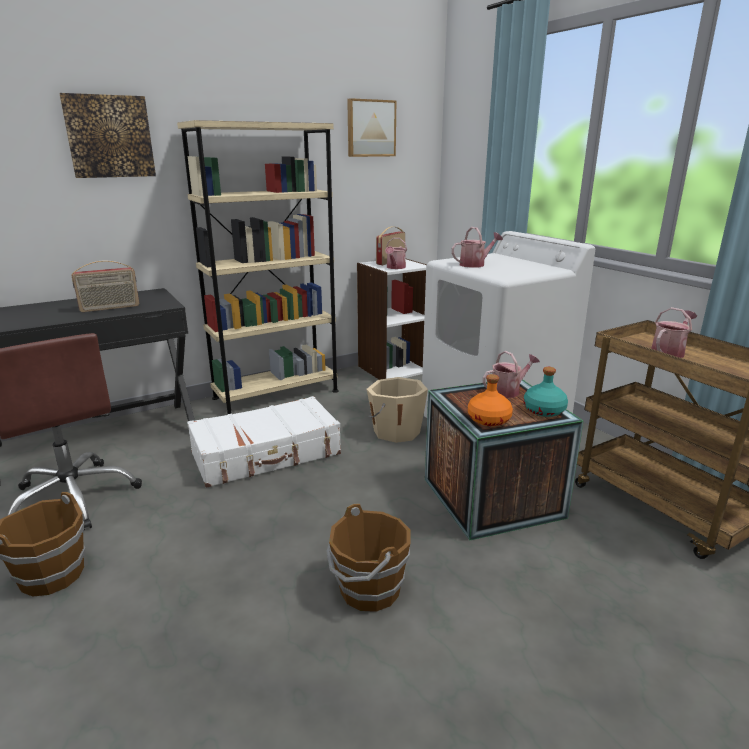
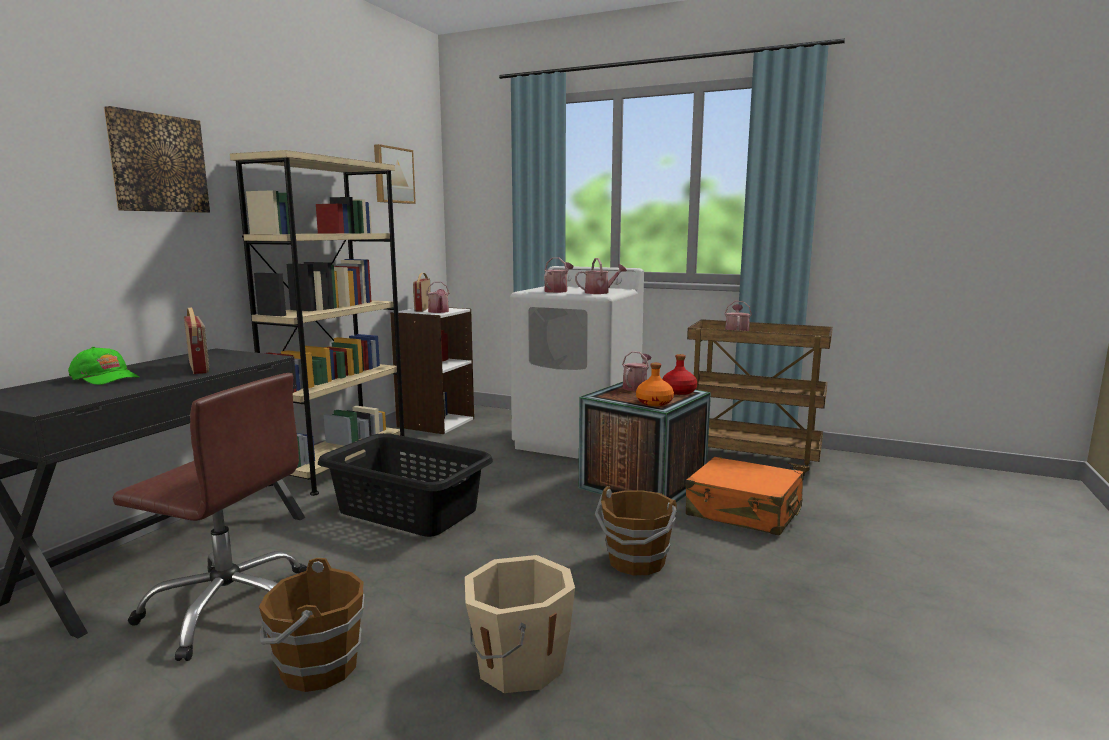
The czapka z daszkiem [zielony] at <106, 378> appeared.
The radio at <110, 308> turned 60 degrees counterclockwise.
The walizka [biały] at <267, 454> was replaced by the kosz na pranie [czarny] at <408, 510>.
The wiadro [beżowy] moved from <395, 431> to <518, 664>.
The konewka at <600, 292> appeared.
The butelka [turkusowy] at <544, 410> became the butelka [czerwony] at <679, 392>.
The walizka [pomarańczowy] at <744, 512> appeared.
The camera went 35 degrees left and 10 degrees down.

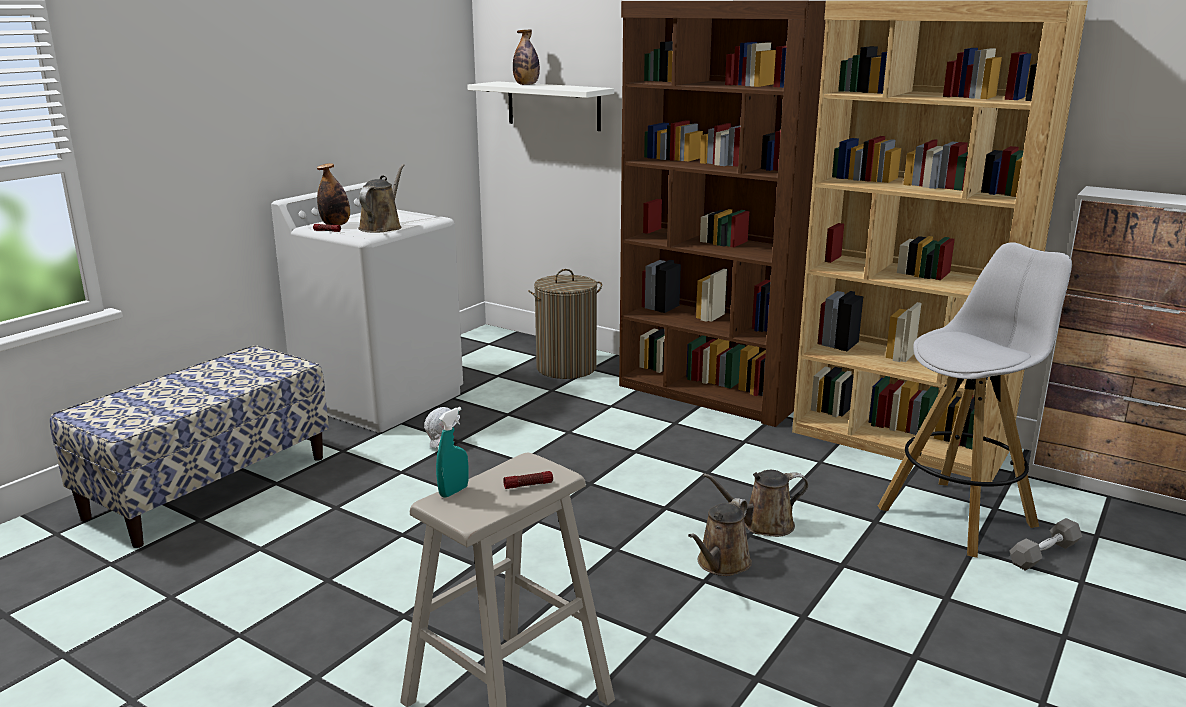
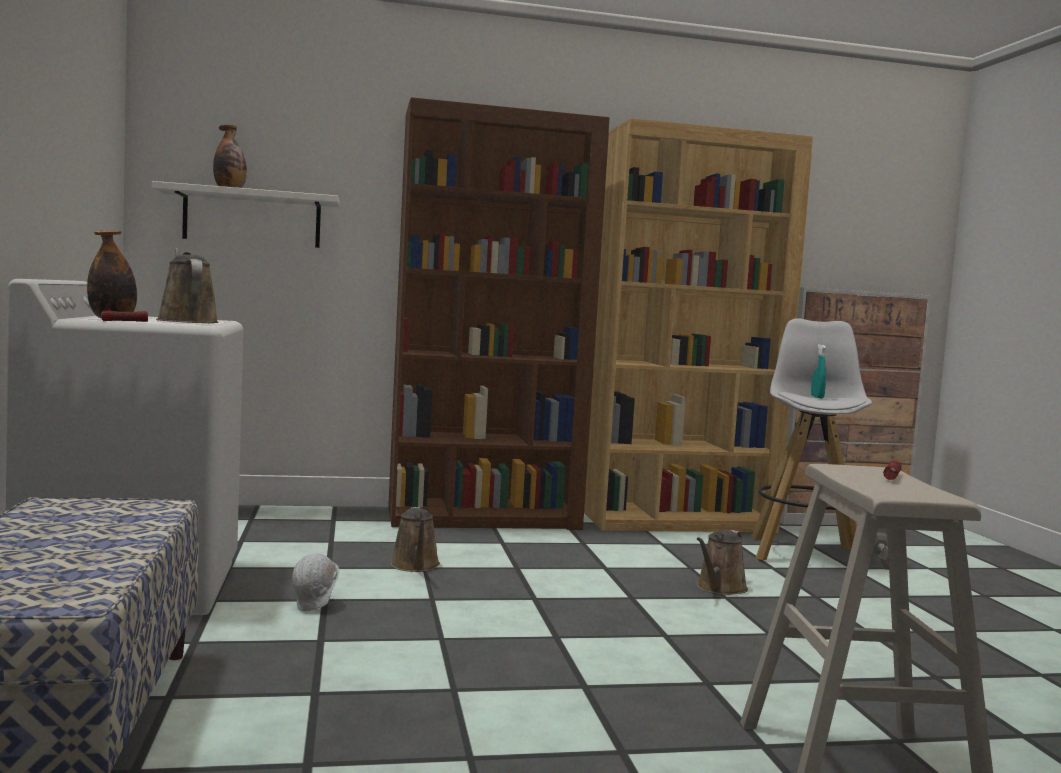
The konewka [brązowy] moved from <721, 564> to <415, 566>.
The spryskiwacz [turkusowy] moved from <454, 491> to <817, 397>.
The kosz na pranie at <566, 368> disappeared.
The camera went 45 degrees left and 15 degrees down.

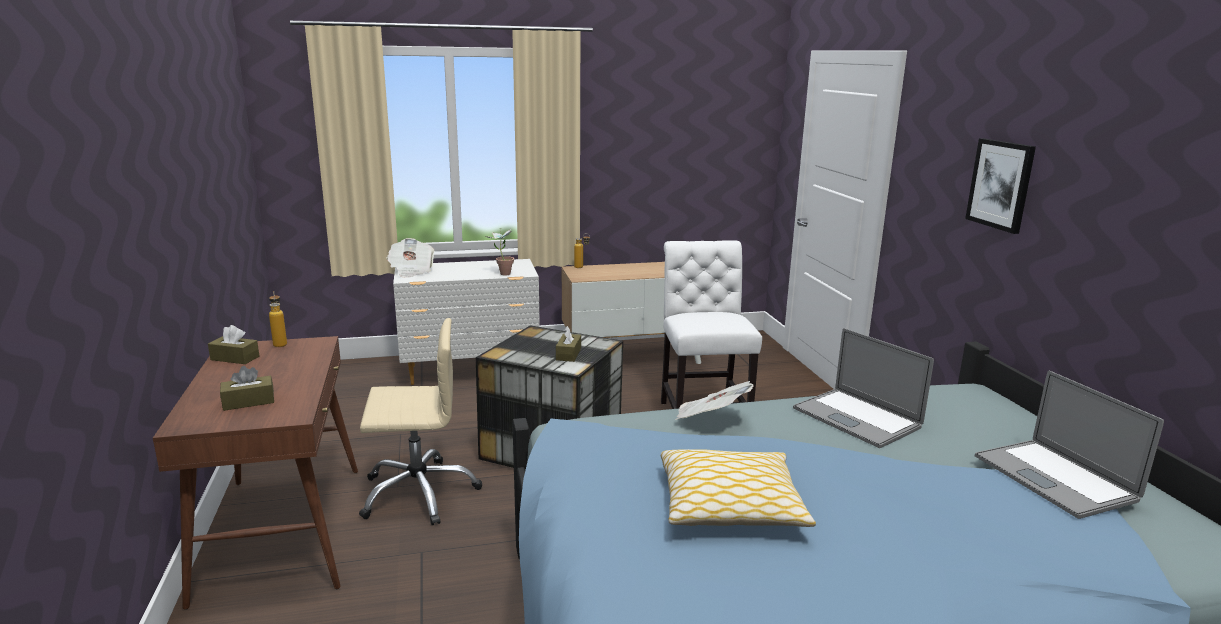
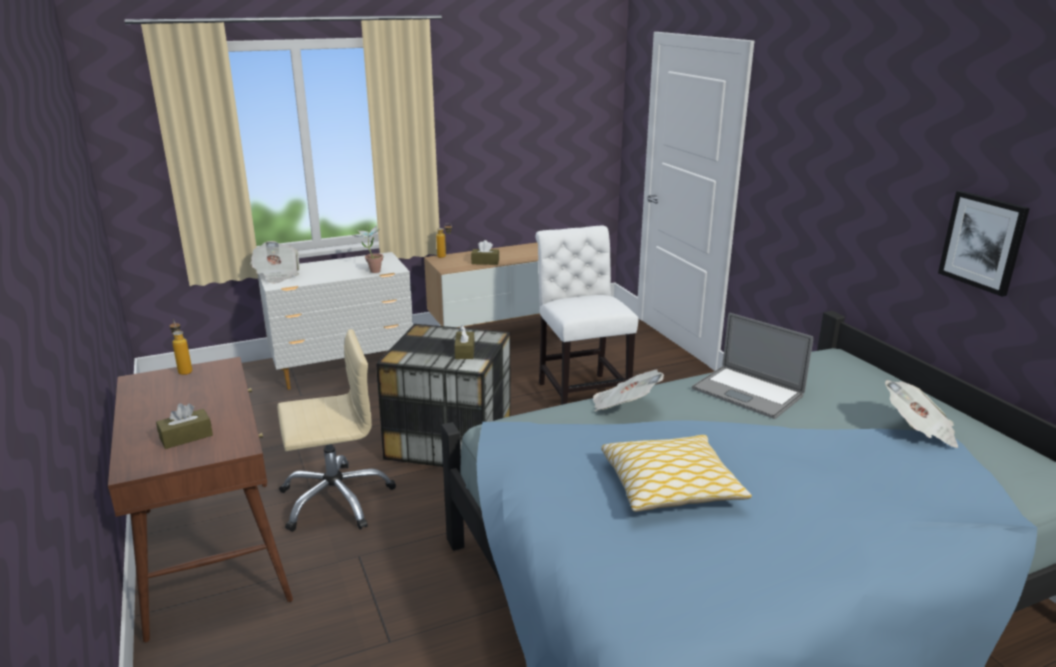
The pudełko chusteczek [brązowy] moved from <235, 358> to <485, 262>.
The laptop at <1054, 478> was replaced by the gazeta at <918, 431>.
The obraz moved from <1001, 184> to <983, 242>.
The camera went 10 degrees left and 5 degrees up.

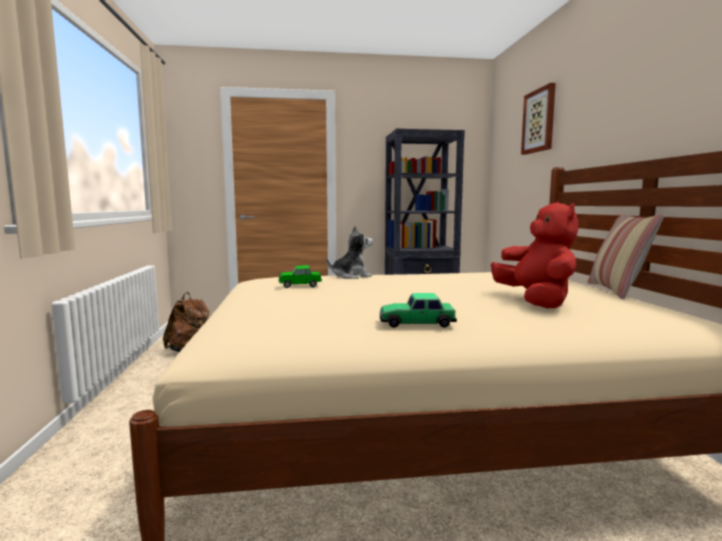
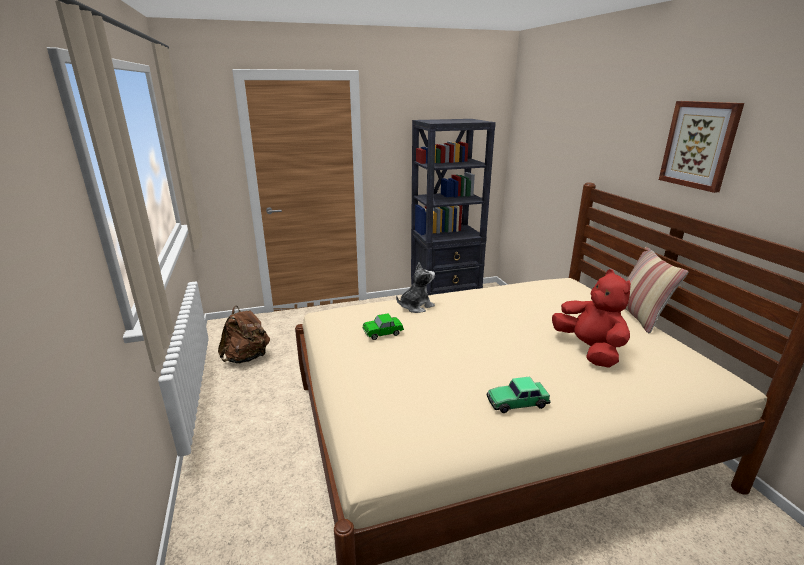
The obraz moved from <539, 121> to <699, 145>.
The camera went 10 degrees left and 15 degrees up.

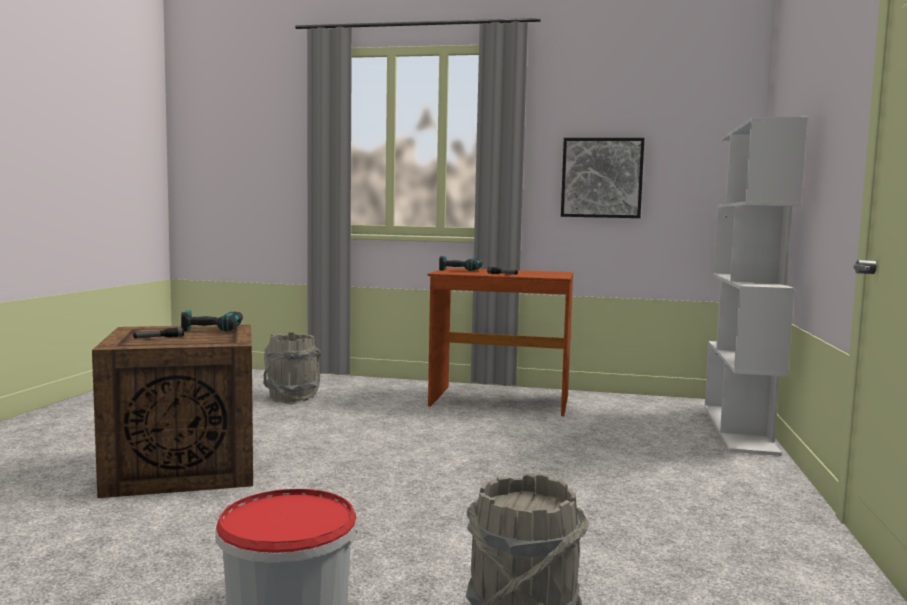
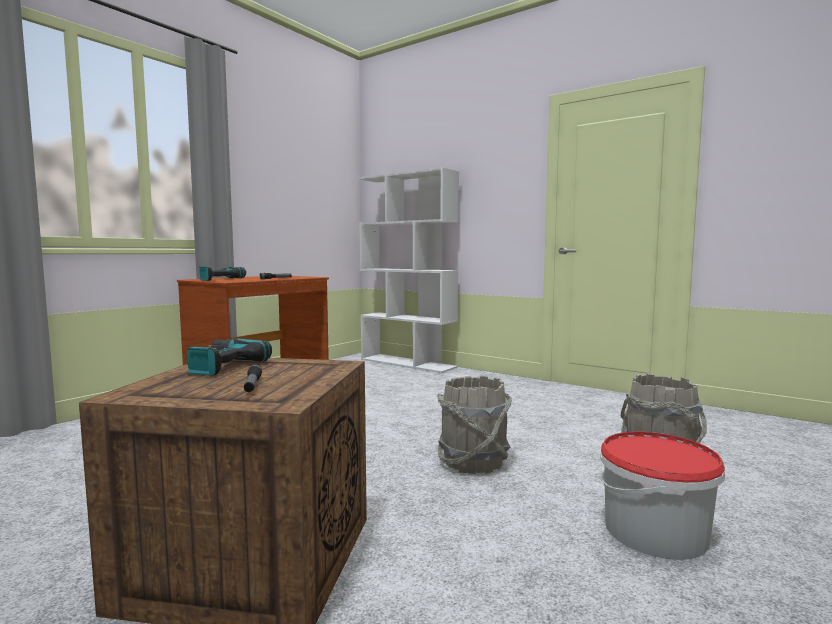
The wiadro [szary] moved from <292, 397> to <473, 462>.
The obraz at <601, 178> disappeared.
The camera went 65 degrees left and 0 degrees up.

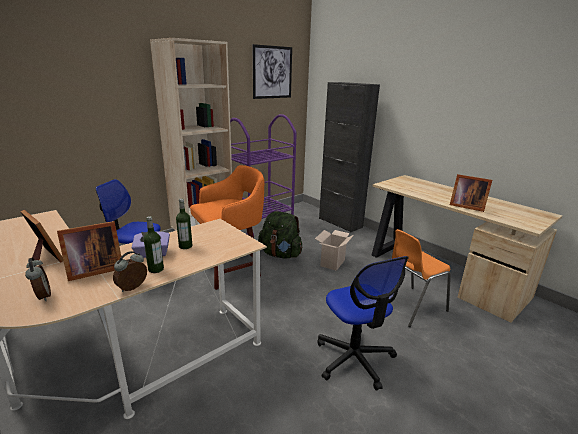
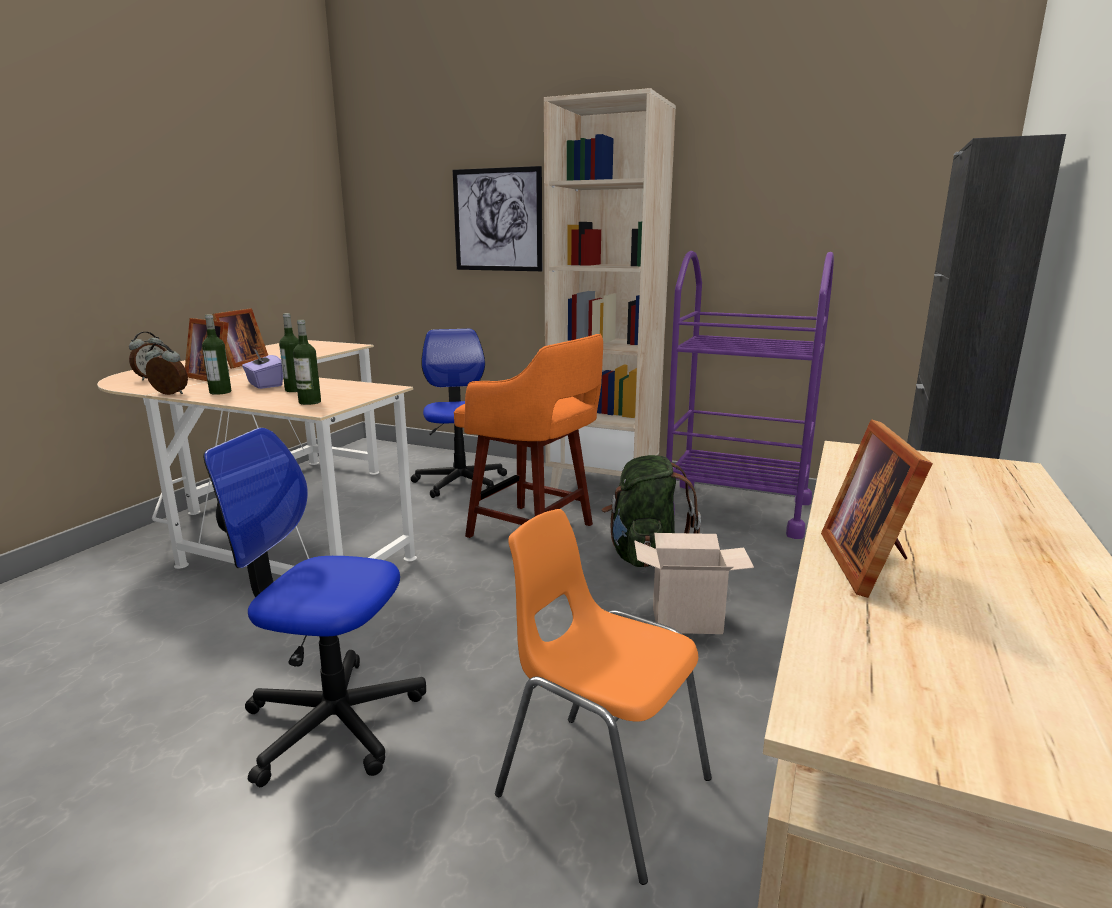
The krzesło biurowe at <354, 359> turned 60 degrees clockwise.
The butelka at <310, 402> appeared.
The obraz moved from <272, 72> to <497, 220>.
The camera went 65 degrees right and 5 degrees down.

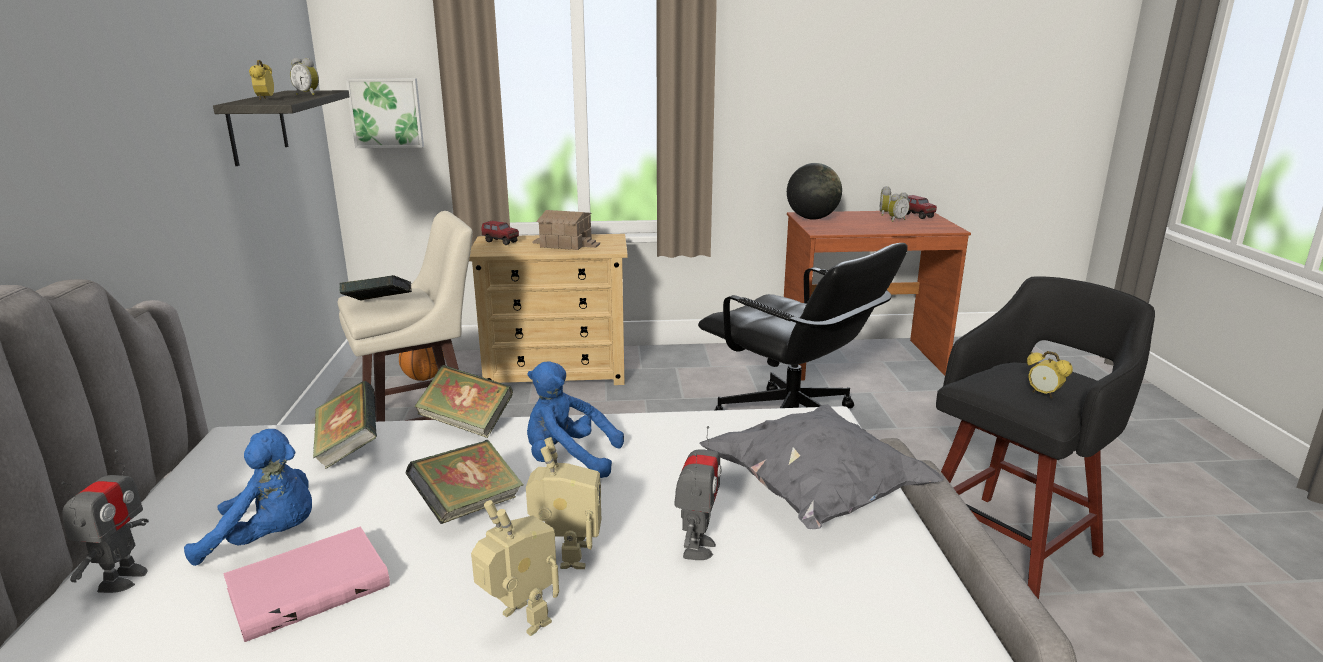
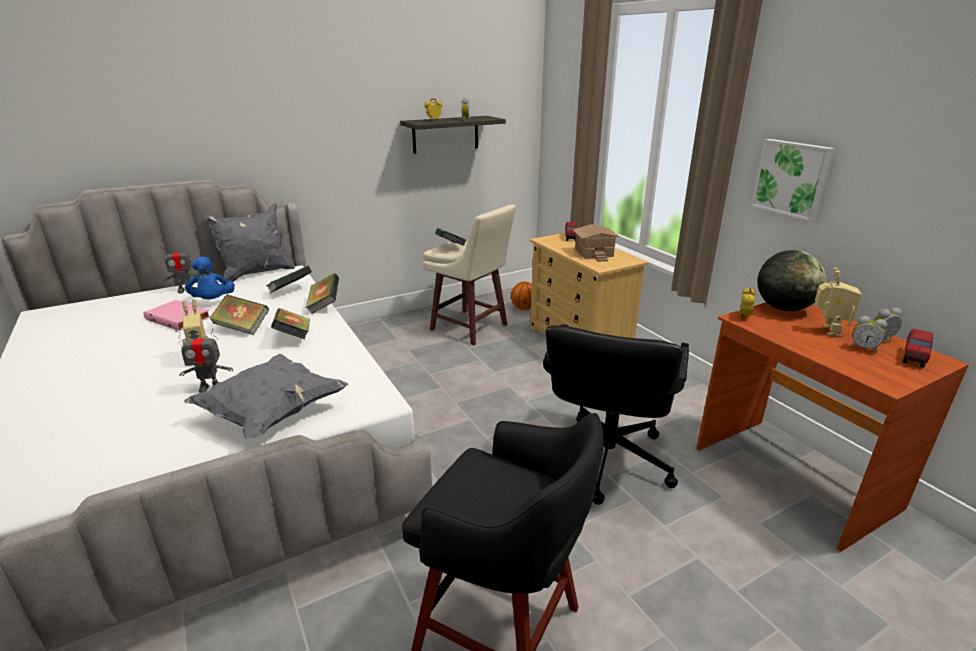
The poduszka [szary] at <257, 273> appeared.
The pluszak [niebieski] at <568, 460> was replaced by the książka at <294, 337>.
The budzik moved from <1043, 394> to <744, 316>.
The obraz moved from <386, 113> to <792, 178>.
The robot zabawkowy moved from <519, 622> to <827, 331>.
The camera went 65 degrees right and 5 degrees up.

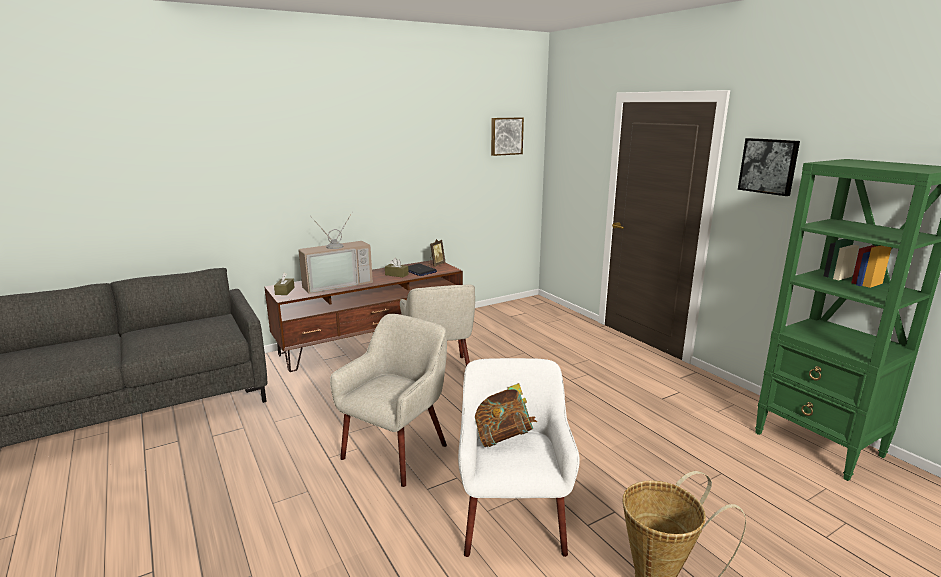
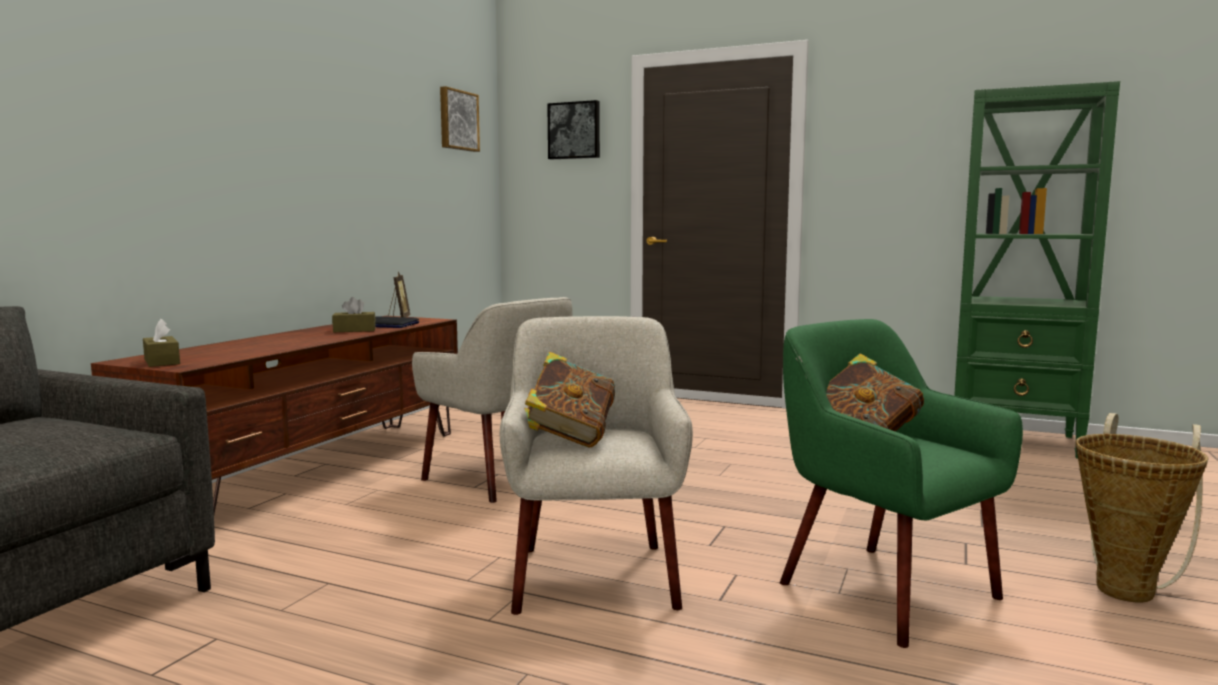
The książka at <569, 438> appeared.
The obraz moved from <769, 166> to <574, 130>.
The fotel [biały] at <512, 520> became the fotel [zielony] at <884, 590>.
The telewizor at <336, 284> disappeared.
The camera went 35 degrees left and 10 degrees down.

